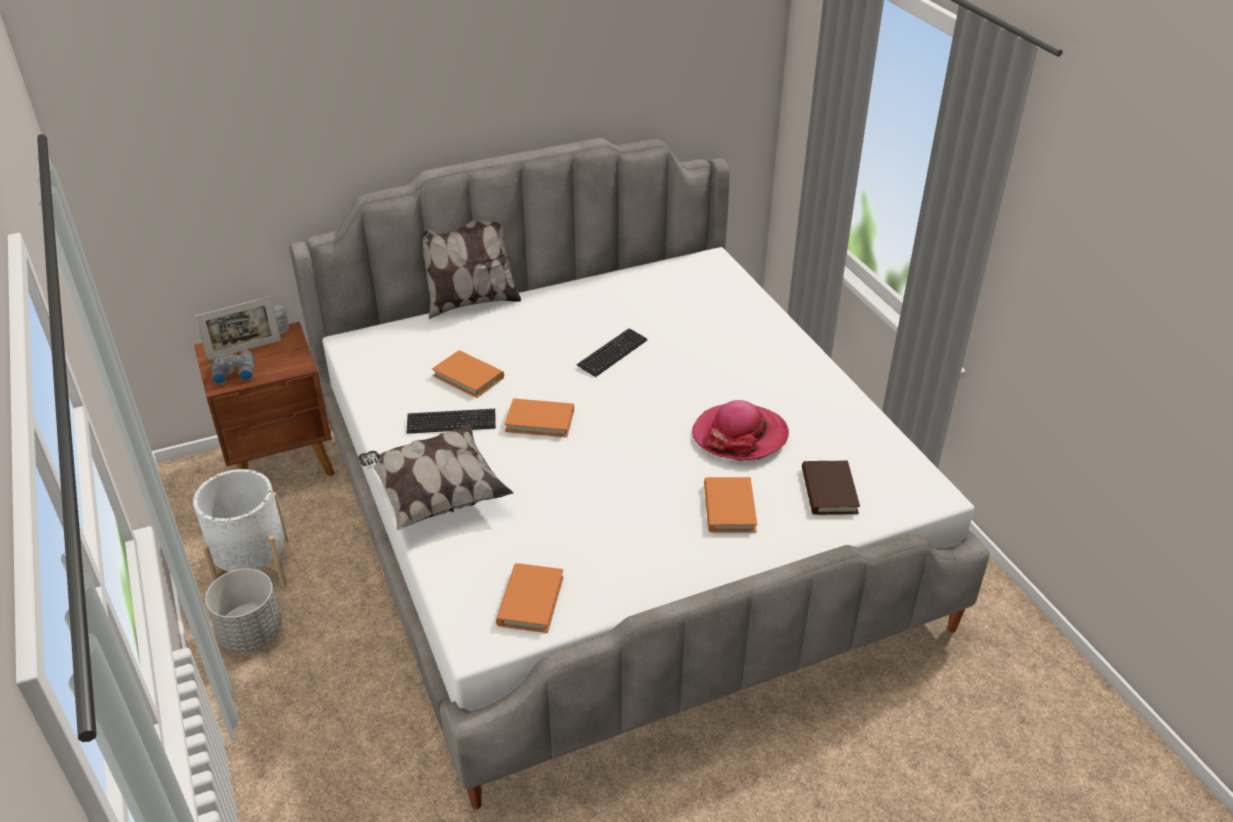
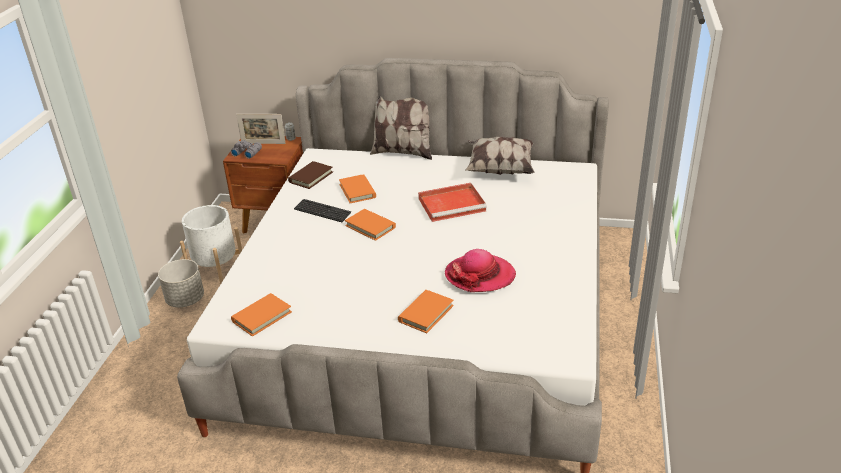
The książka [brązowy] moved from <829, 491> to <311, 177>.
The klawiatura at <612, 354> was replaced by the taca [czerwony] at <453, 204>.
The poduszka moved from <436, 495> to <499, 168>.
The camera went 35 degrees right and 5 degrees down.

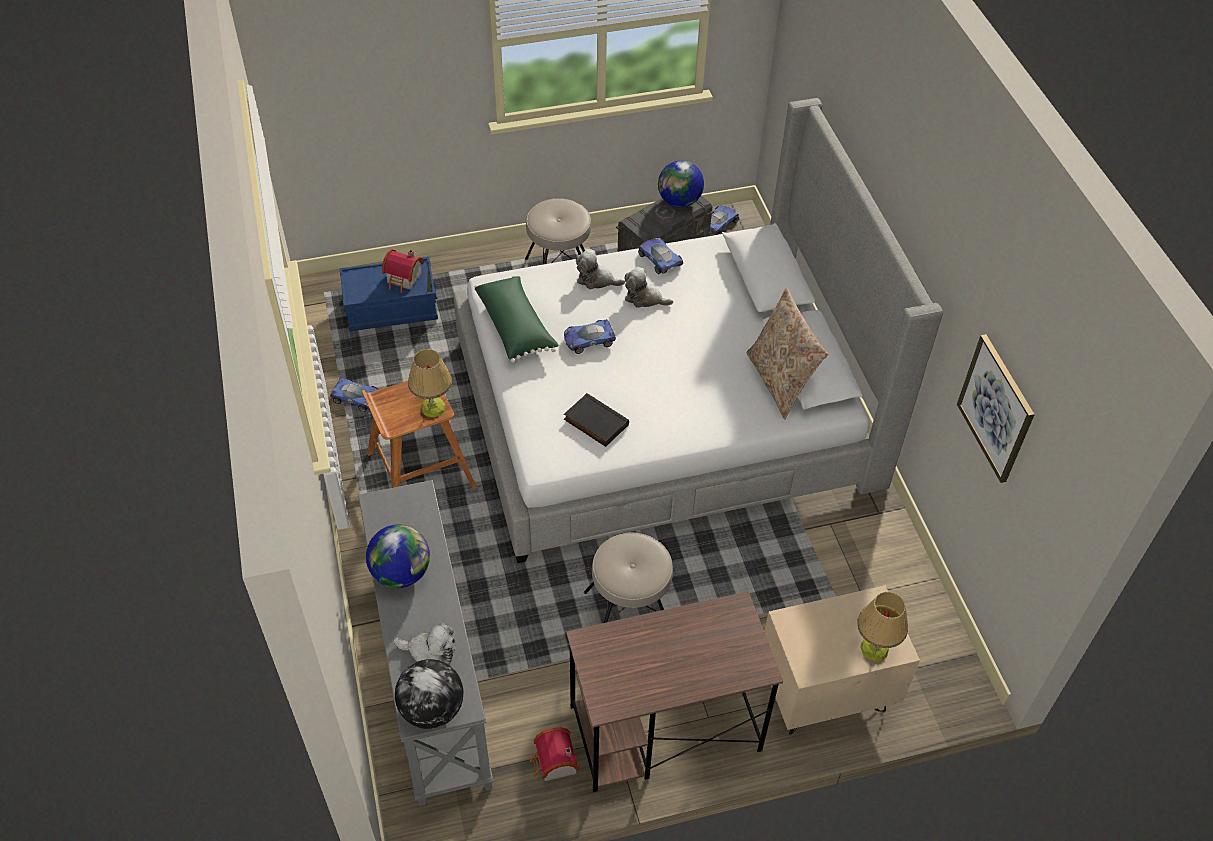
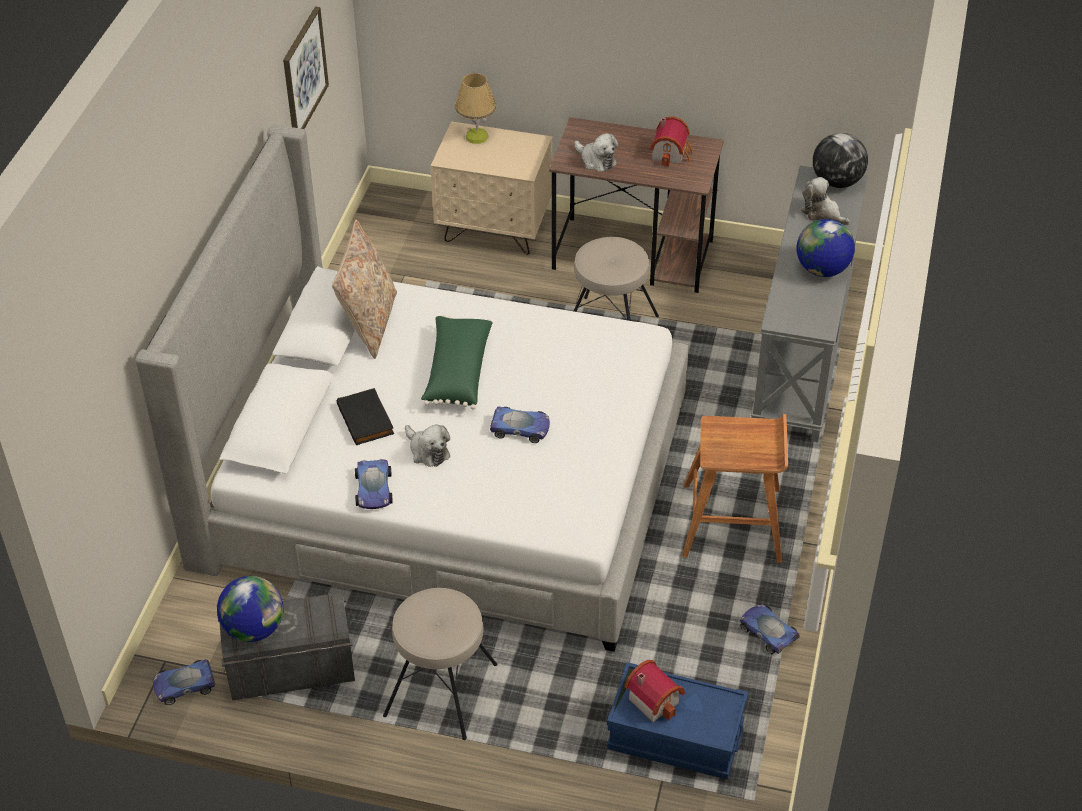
The książka [czarny] moved from <594, 423> to <367, 419>.
The poduszka [zielony] moved from <516, 327> to <456, 372>.
The pluszak moved from <596, 280> to <596, 160>.
The domek moved from <554, 764> to <671, 153>.
The lampa stołowa at <433, 407> disappeared.
The camera went 150 degrees left and 5 degrees down.

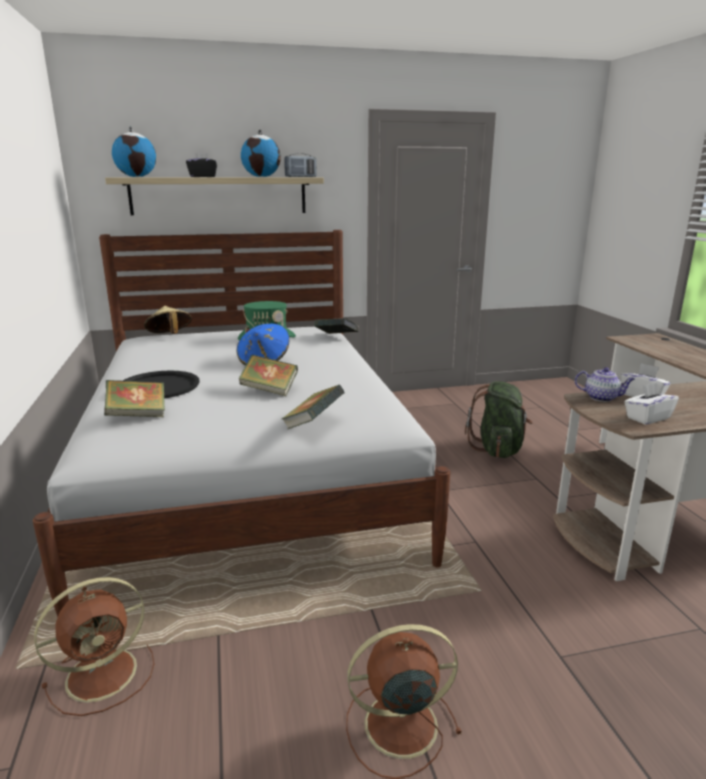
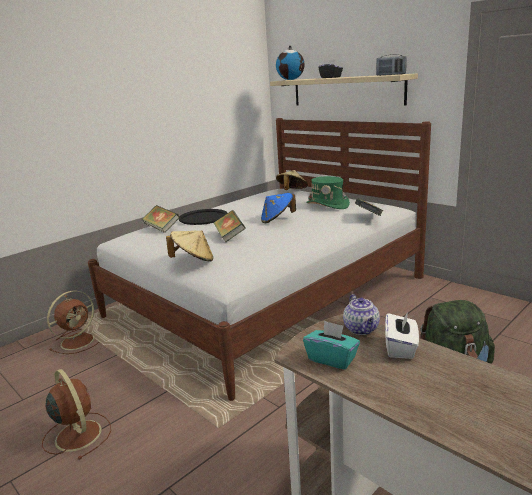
The wentylator [brązowy] at <105, 673> turned 75 degrees counterclockwise.
The książka at <313, 424> was replaced by the kapelusz [beżowy] at <193, 261>.
The pudełko chusteczek [biały] at <647, 418> became the pudełko chusteczek [turkusowy] at <332, 359>.
The globus at <262, 177> disappeared.
The camera went 60 degrees right and 0 degrees up.

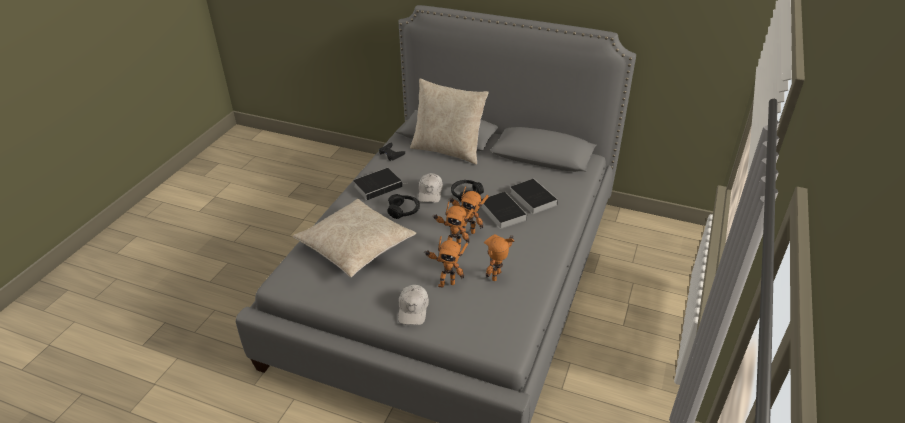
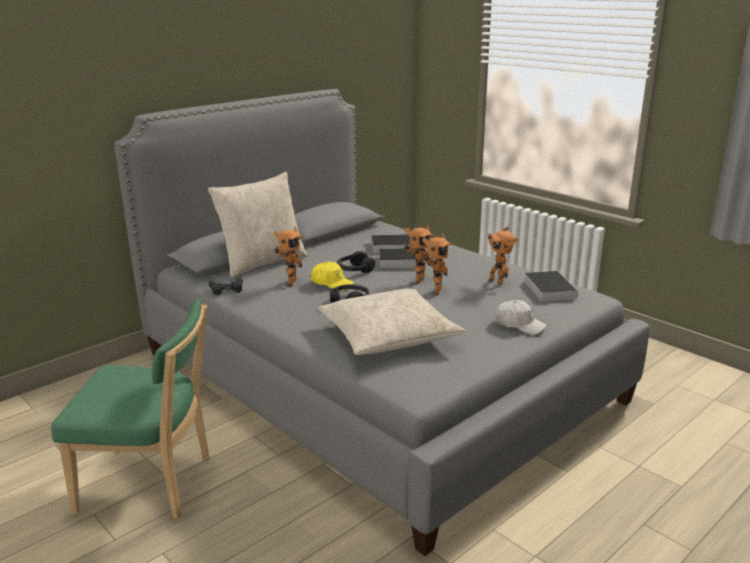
The krzesło [zielony] at <152, 484> appeared.
The robot zabawkowy moved from <446, 283> to <289, 283>.
The czapka z daszkiem [biały] at <430, 192> became the czapka z daszkiem [żółty] at <332, 283>.
The książka moved from <379, 186> to <548, 289>.
The camera went 65 degrees left and 15 degrees down.

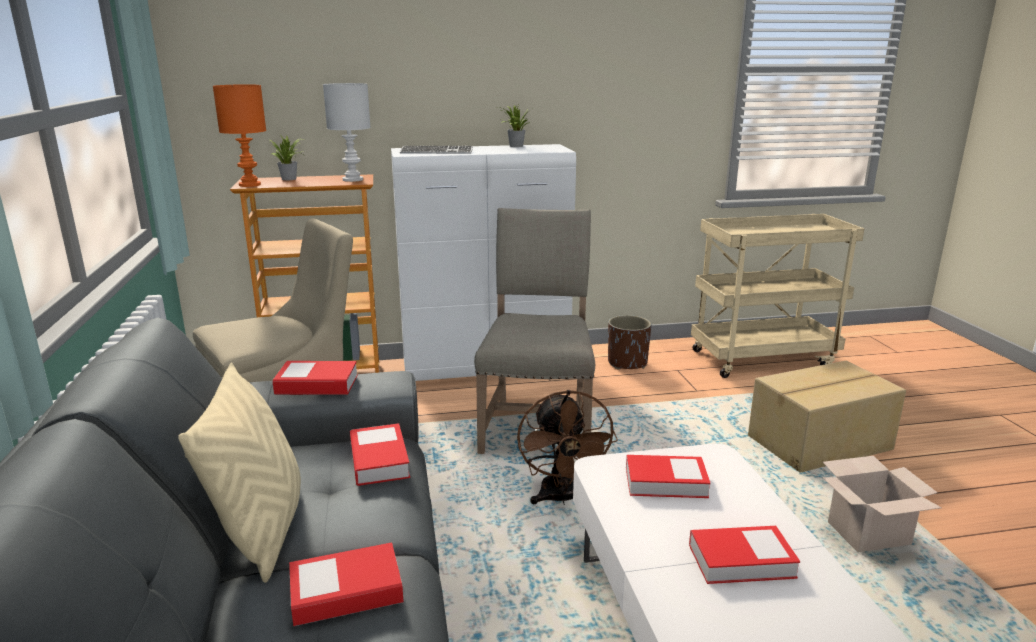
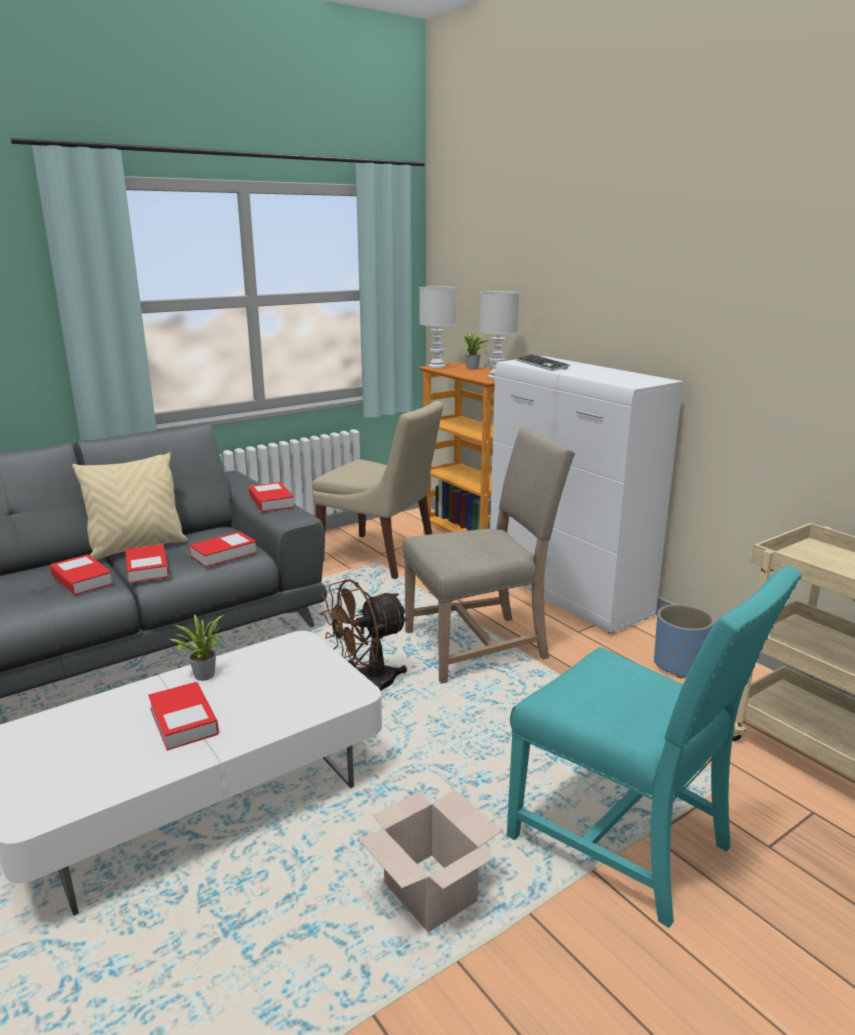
The książka moved from <665, 482> to <147, 568>.
The roślina doniczkowa moved from <514, 146> to <202, 674>.
The lampa stołowa [pomarańczowy] at <250, 184> became the lampa stołowa [biały] at <437, 366>.
The karton at <821, 443> was replaced by the krzesło [turkusowy] at <626, 842>.
The donica [brązowy] at <627, 363> became the donica [niebieski] at <679, 665>.
The camera went 65 degrees right and 0 degrees up.

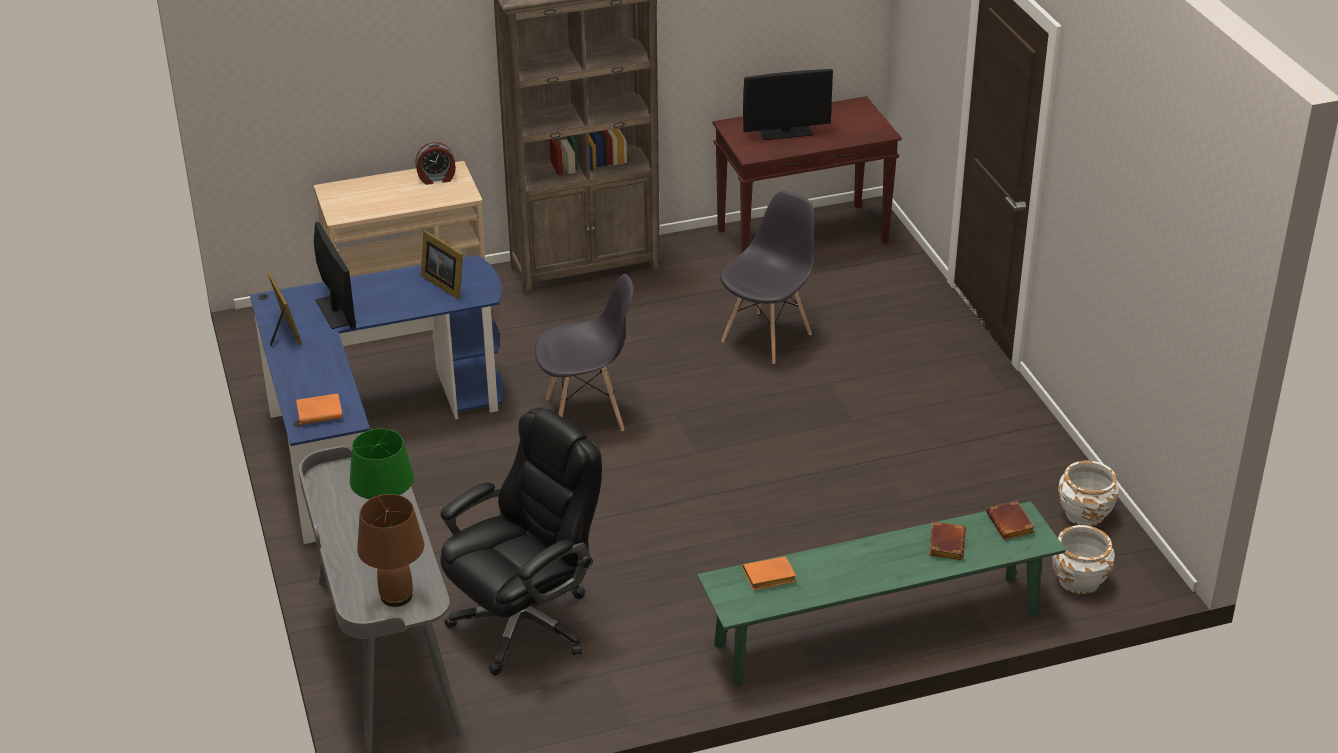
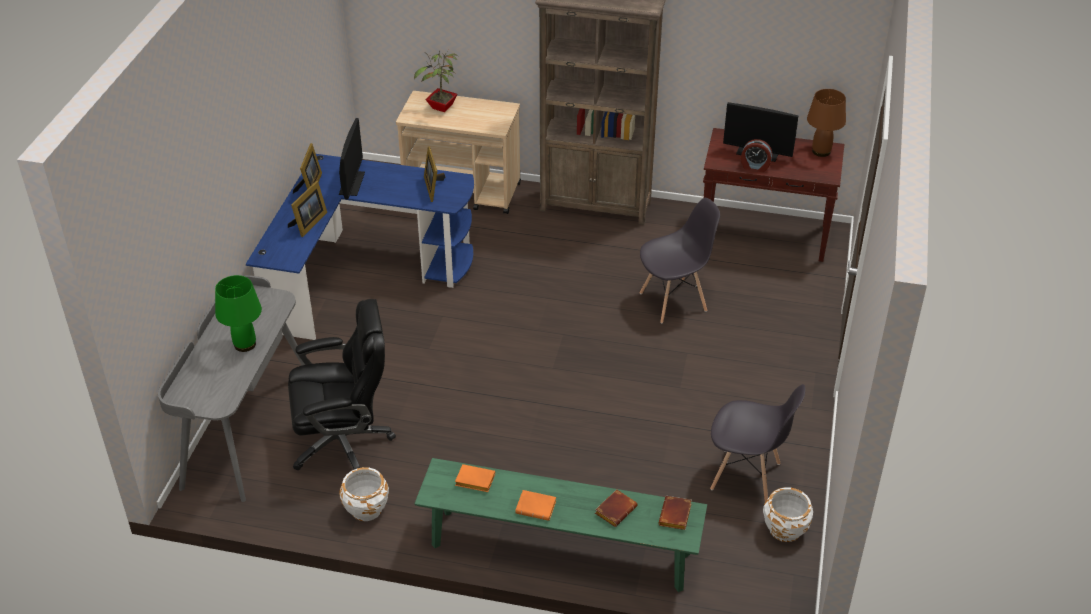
The ramka na zdjęcie at <308, 223> appeared.
The donica [biały] moved from <1079, 581> to <366, 509>.
The roślina doniczkowa at <441, 108> appeared.
The książka [pomarańczowy] moved from <321, 412> to <537, 507>.
The krzesło [szary] moved from <586, 414> to <746, 477>.
The budzik moved from <436, 179> to <755, 167>.
The lampa stołowa [brązowy] moved from <396, 596> to <821, 152>.
The camera went 30 degrees right and 5 degrees up.

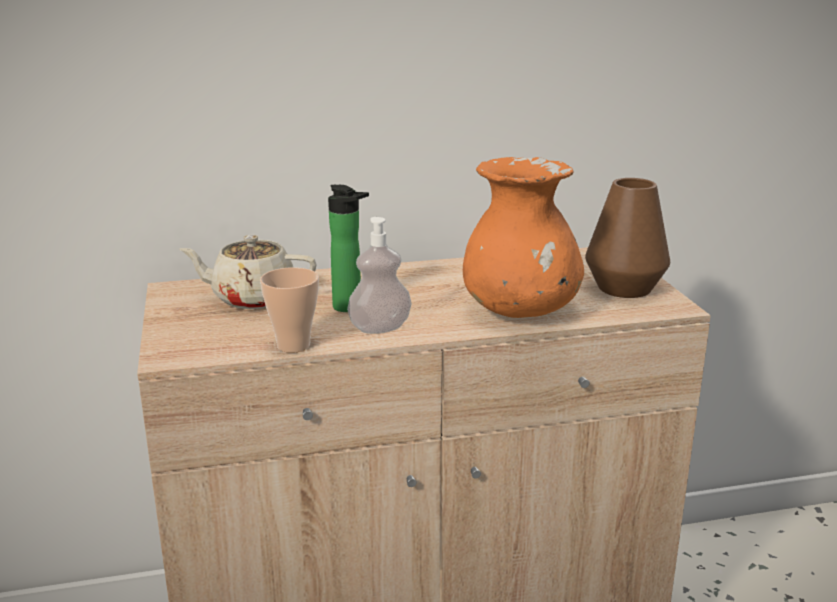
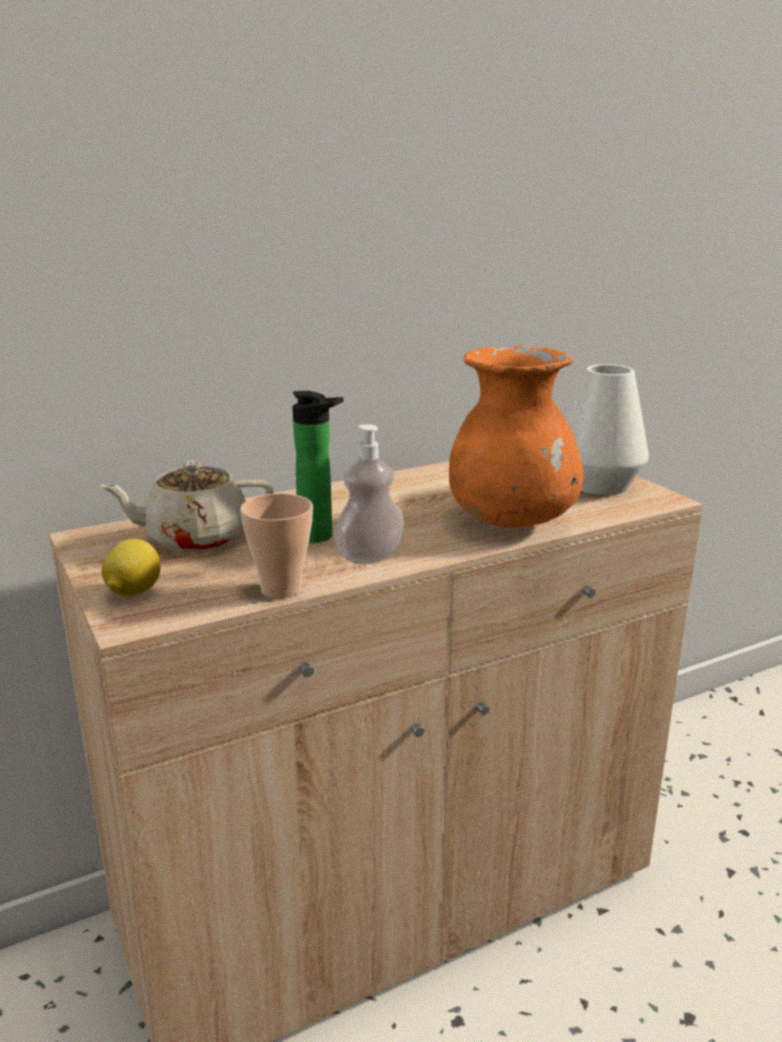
The cytryna at <133, 592> appeared.
The wazon [brązowy] at <625, 288> became the wazon [biały] at <599, 485>.
The camera went 15 degrees left and 0 degrees up.

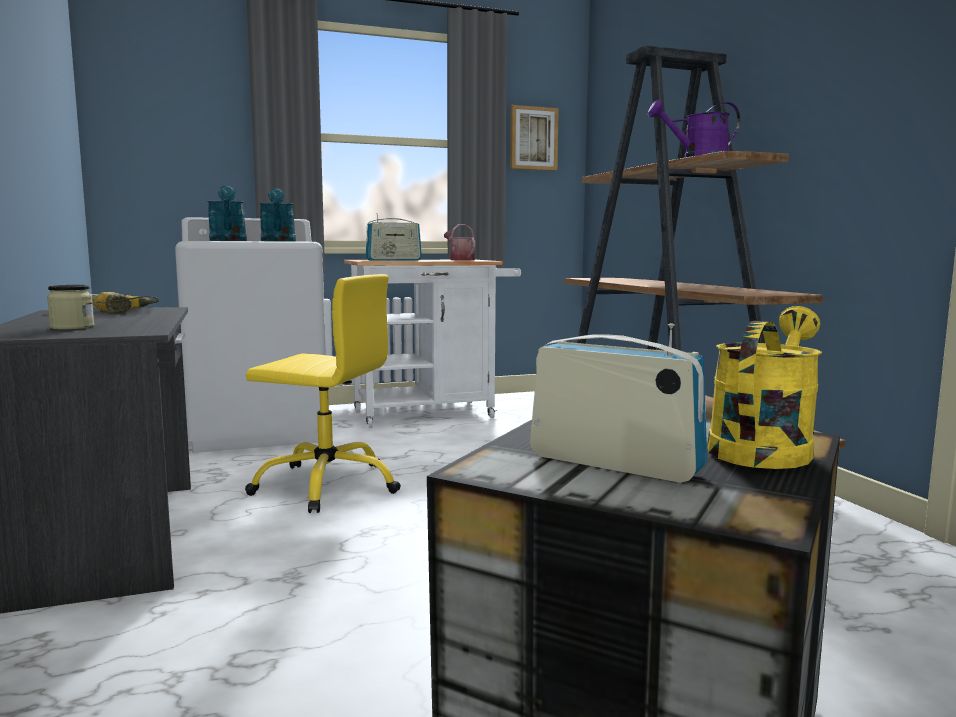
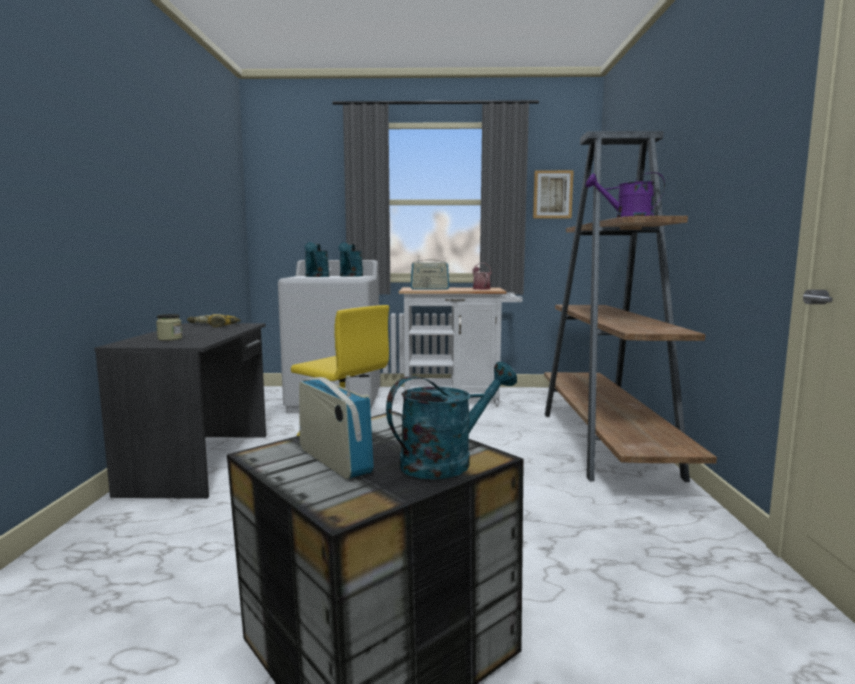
The konewka [żółty] at <763, 447> became the konewka [turkusowy] at <446, 461>.
The camera went 20 degrees right and 0 degrees up.

